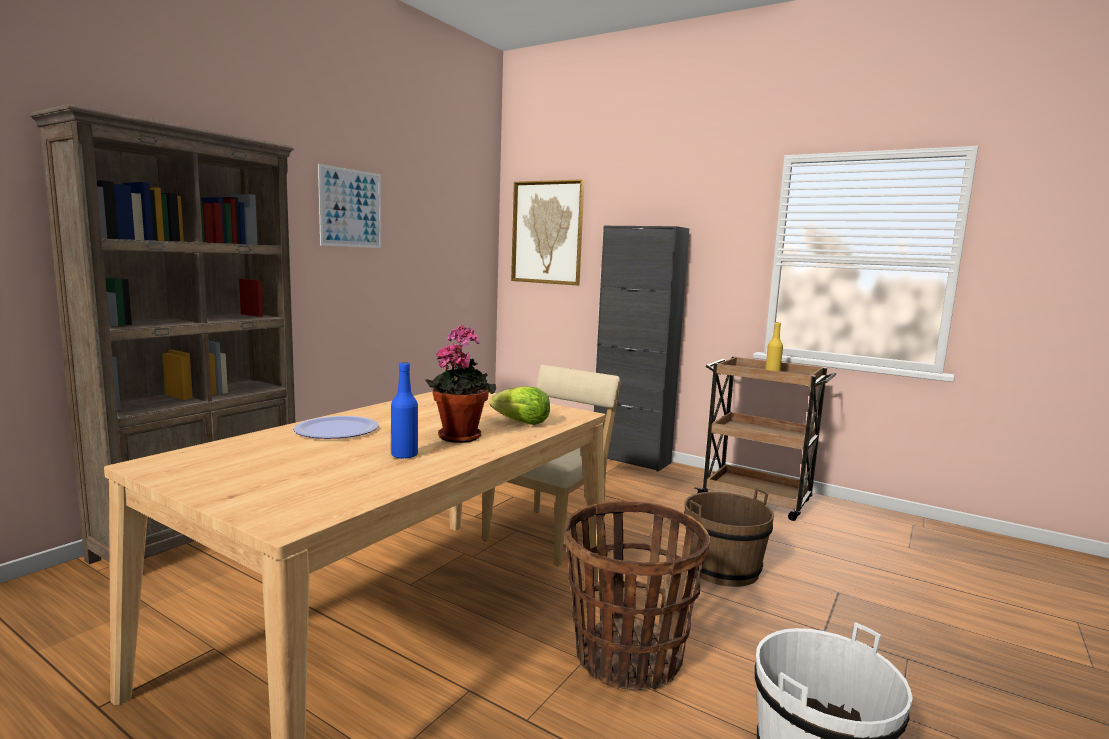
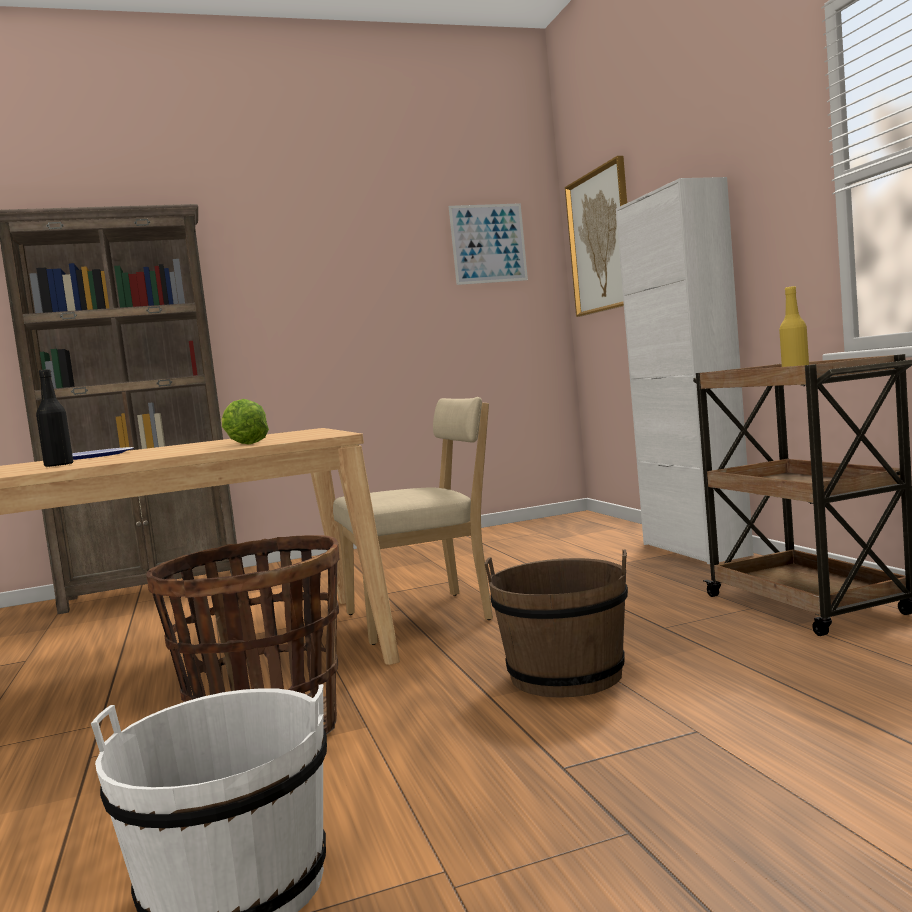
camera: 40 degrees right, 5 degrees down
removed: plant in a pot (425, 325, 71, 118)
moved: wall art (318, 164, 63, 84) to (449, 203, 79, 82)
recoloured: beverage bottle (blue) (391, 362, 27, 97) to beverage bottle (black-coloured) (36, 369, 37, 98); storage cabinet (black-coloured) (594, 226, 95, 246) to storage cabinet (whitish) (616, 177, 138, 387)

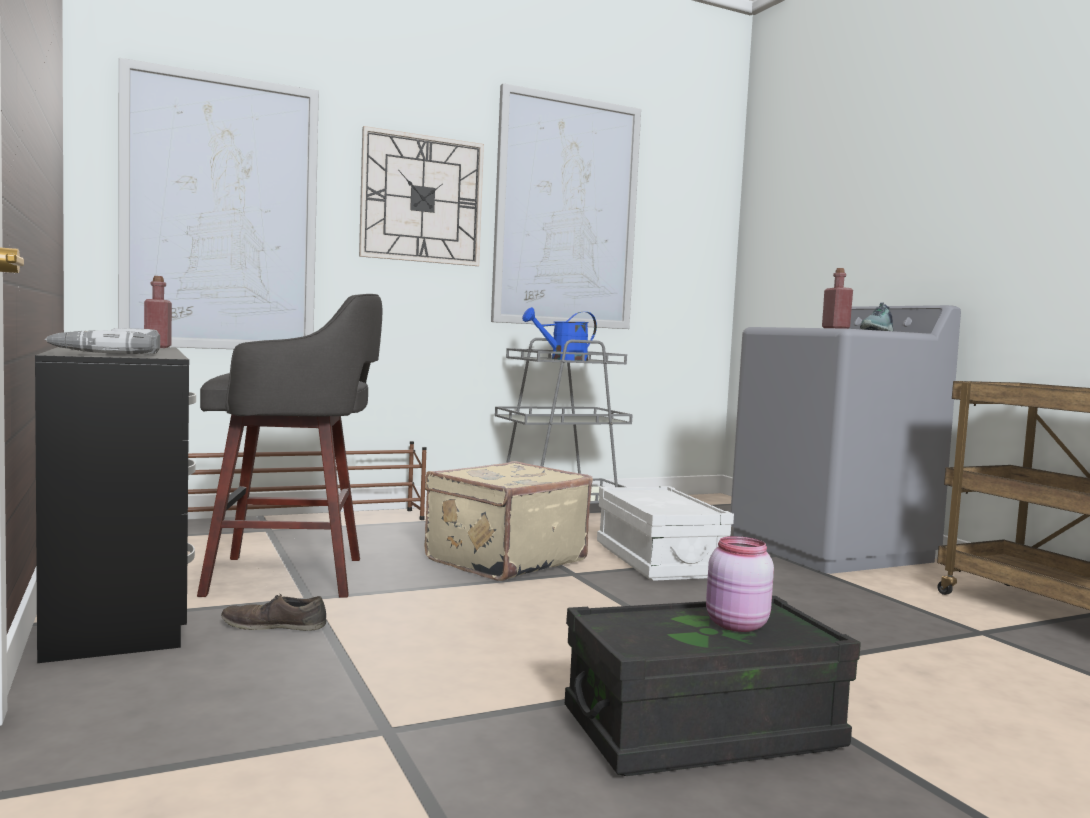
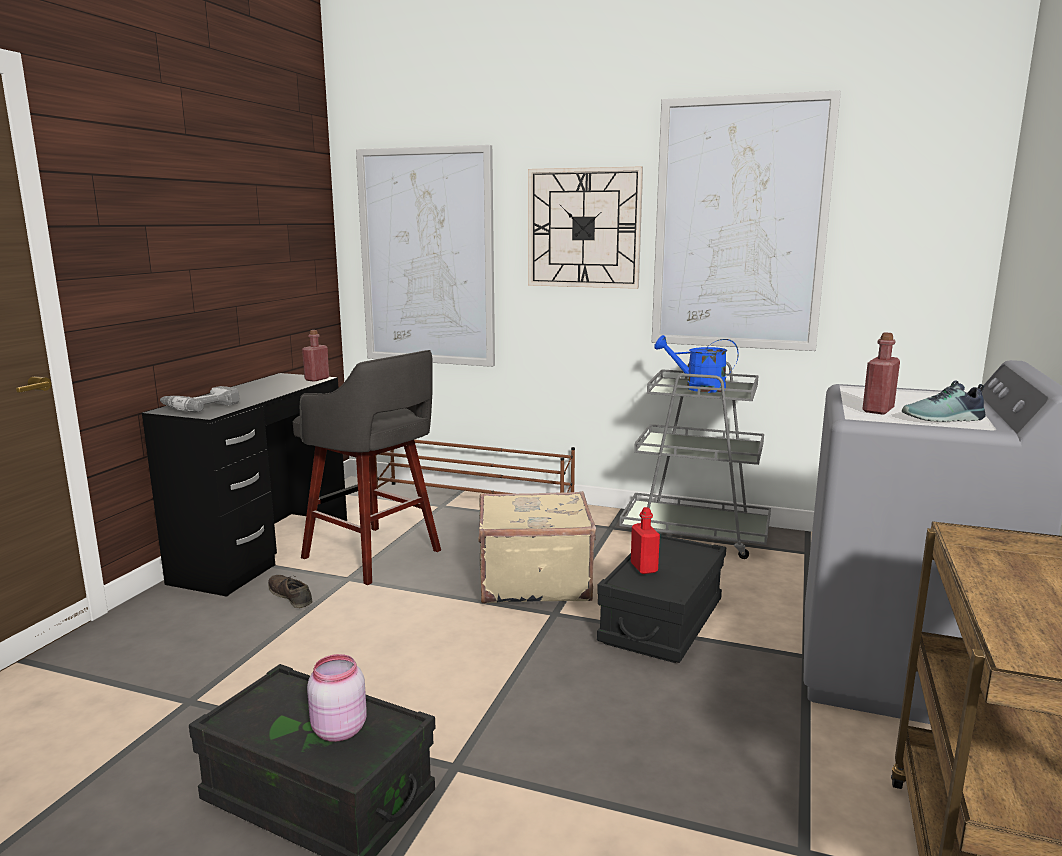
camera: 45 degrees right, 10 degrees up
added: beverage bottle (red-coloured) (631, 507, 29, 67)
recoloured: storage bin (whitish) (597, 486, 137, 95) to storage bin (black-coloured) (597, 534, 129, 129)

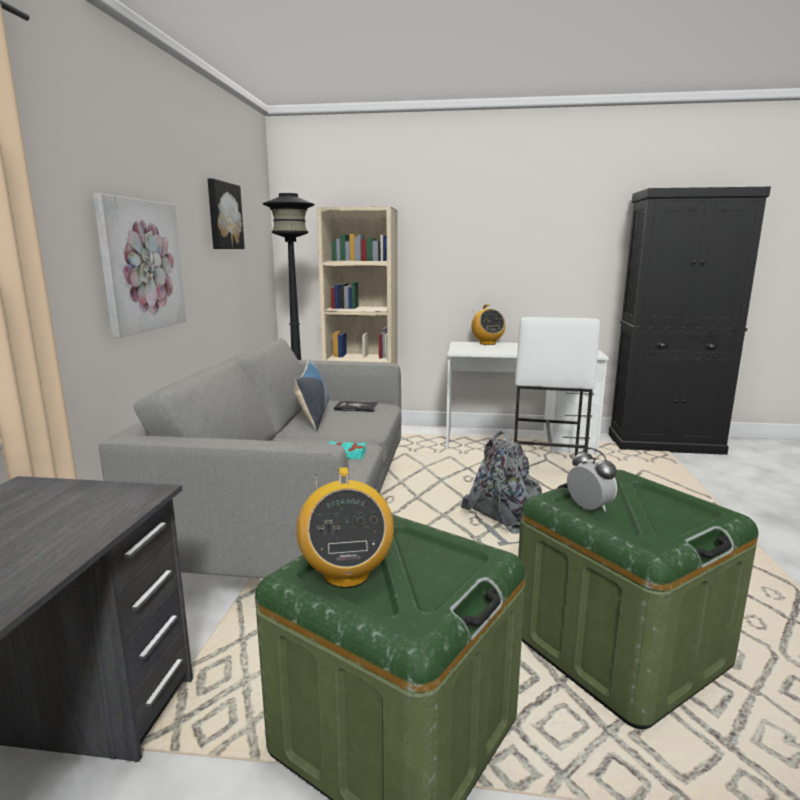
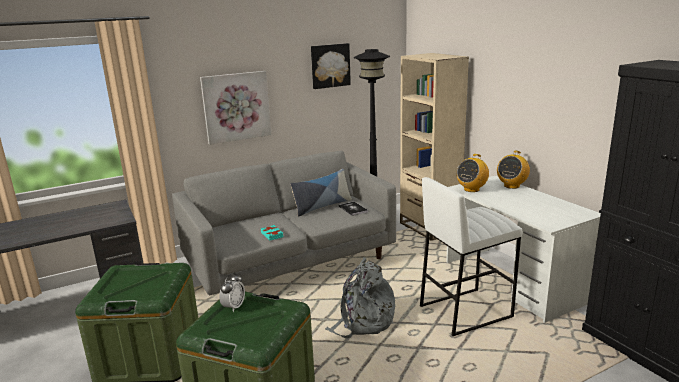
camera: 55 degrees right, 5 degrees up
moved: radio set (297, 467, 97, 121) to (456, 154, 33, 38)

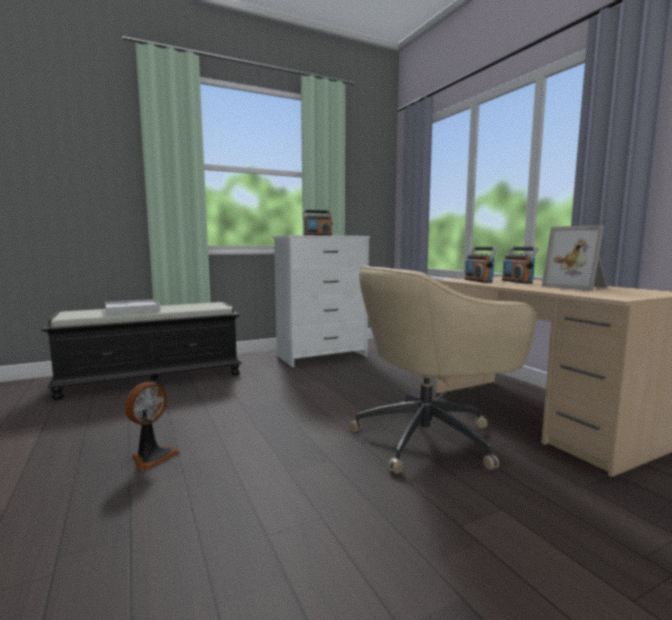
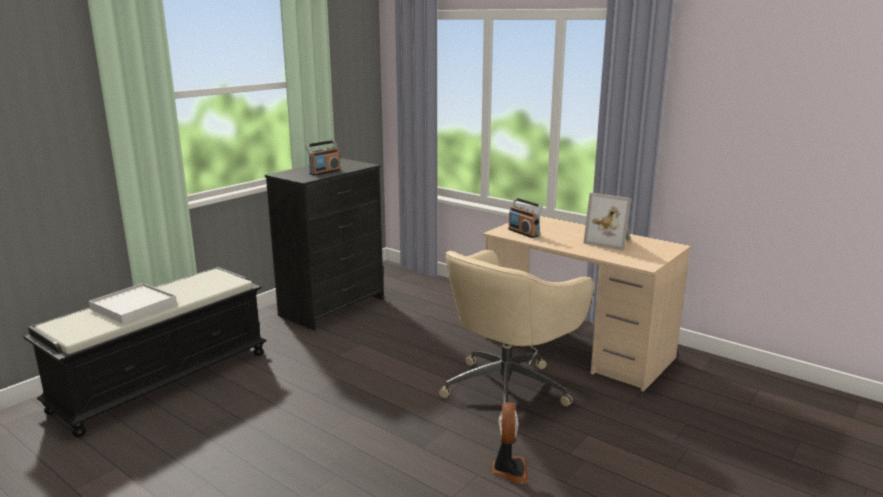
camera: 25 degrees left, 10 degrees up
removed: radio set (502, 247, 37, 37)
moved: electric fan (125, 382, 54, 89) to (492, 402, 36, 82)
recoloured: chest of drawers (whitish) (273, 235, 97, 132) to chest of drawers (black-coloured) (265, 158, 119, 173)

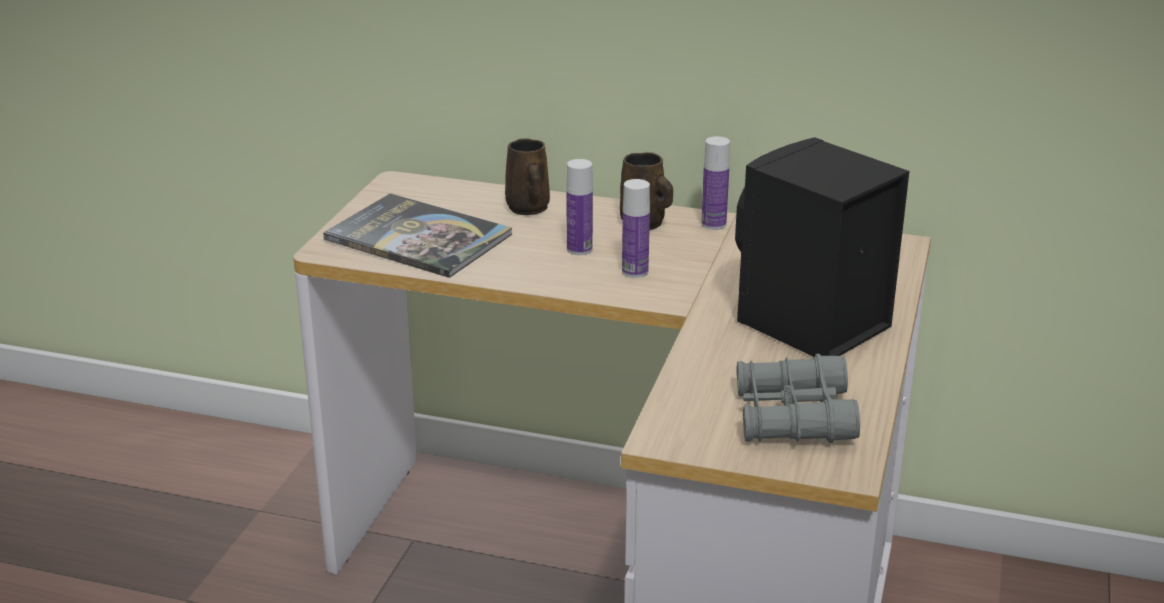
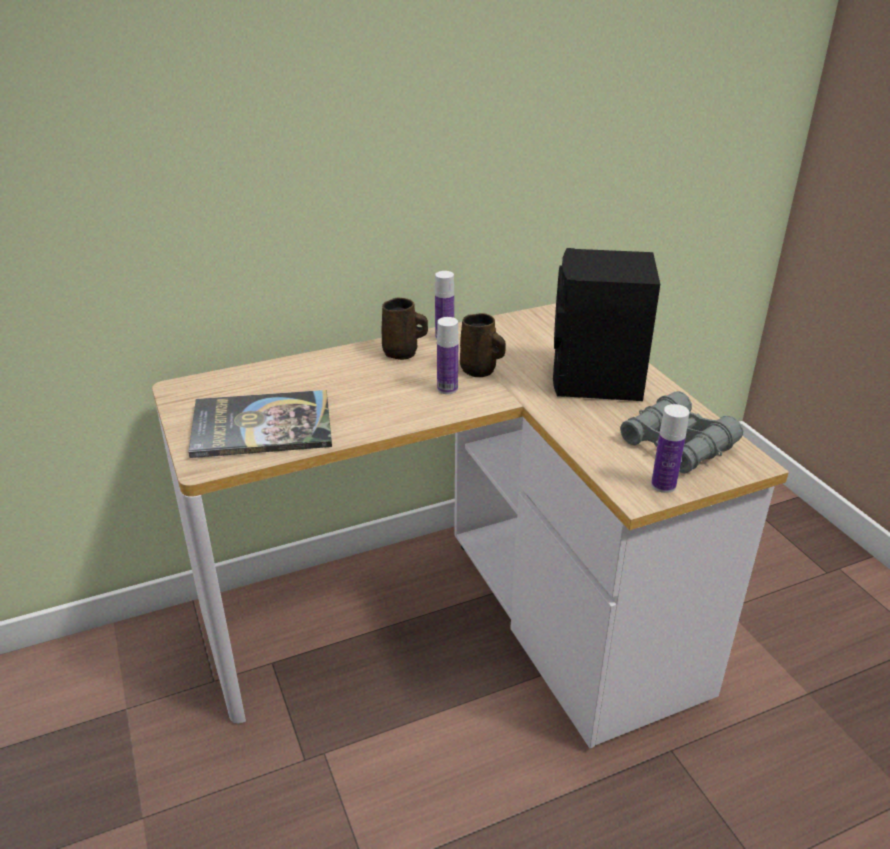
camera: 40 degrees left, 5 degrees up
moved: tea mug (brownish) (505, 138, 45, 77) to (460, 313, 46, 64); beverage bottle (566, 159, 27, 96) to (651, 404, 38, 89)

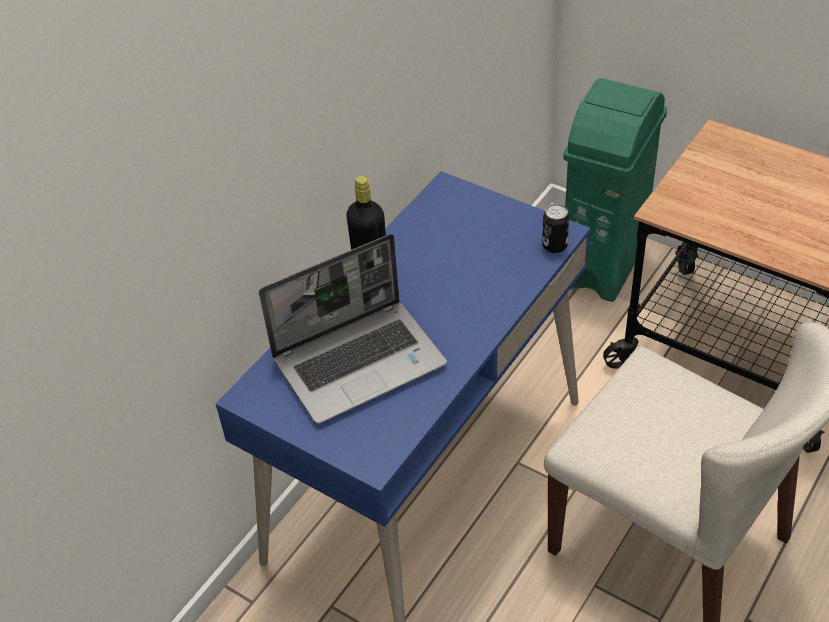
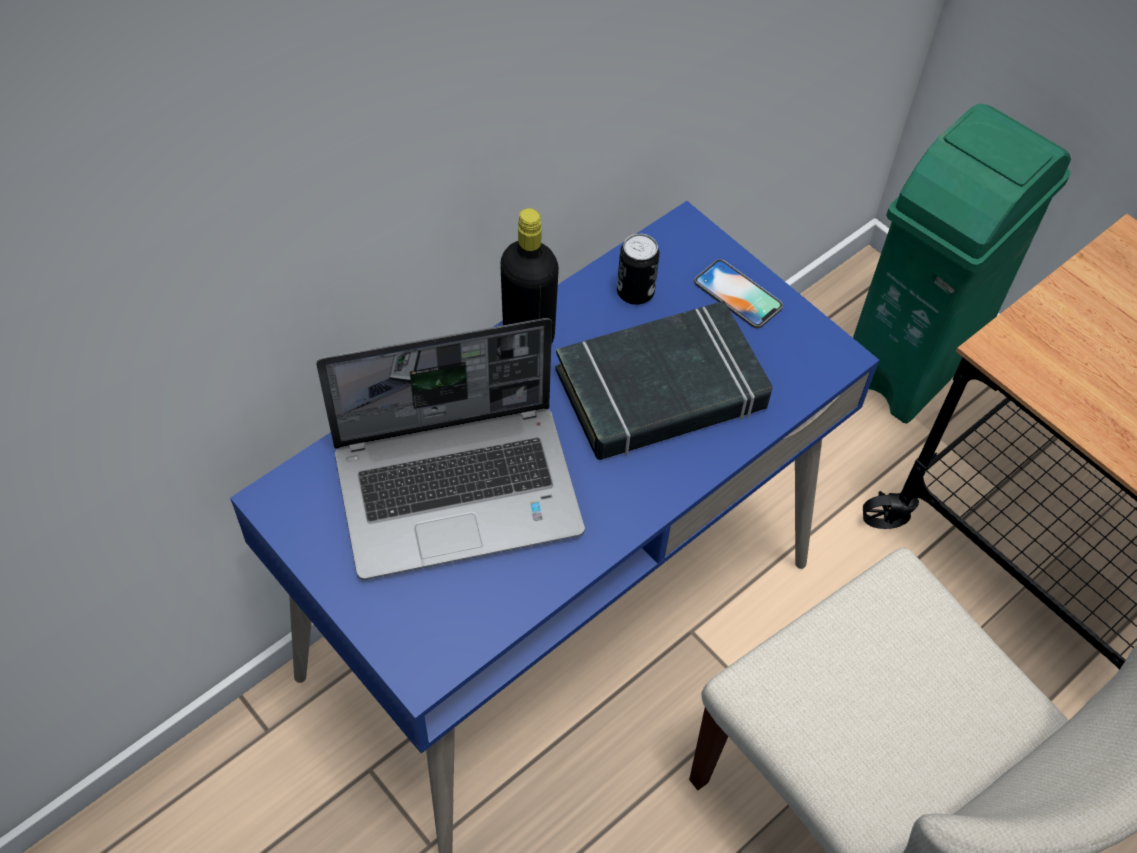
camera: 10 degrees right, 10 degrees up
added: book (black-coloured) (555, 301, 217, 159); telephone (694, 259, 89, 70)
moved: sealed can (542, 204, 27, 49) to (617, 233, 43, 72)

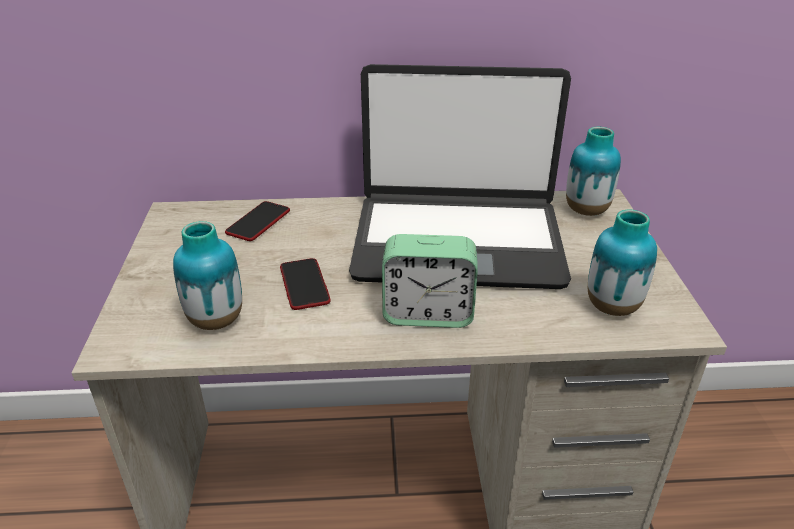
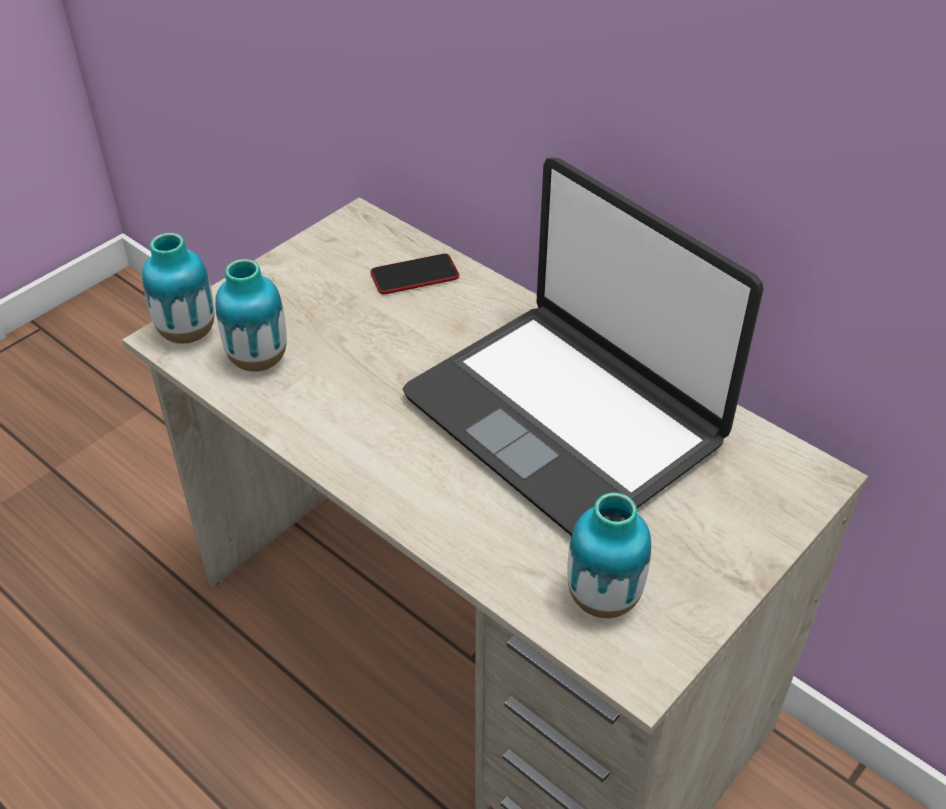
camera: 45 degrees right, 10 degrees up
removed: telephone (280, 258, 51, 52); alarm clock (382, 234, 96, 94)
moved: flower vase (566, 127, 55, 89) to (142, 233, 73, 111)

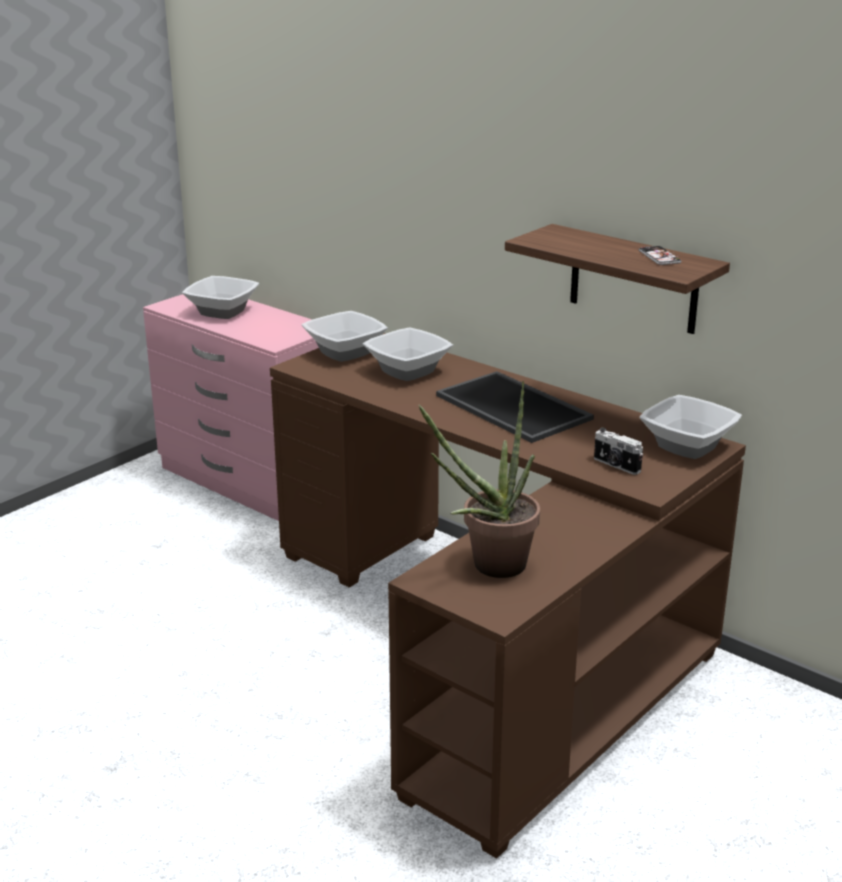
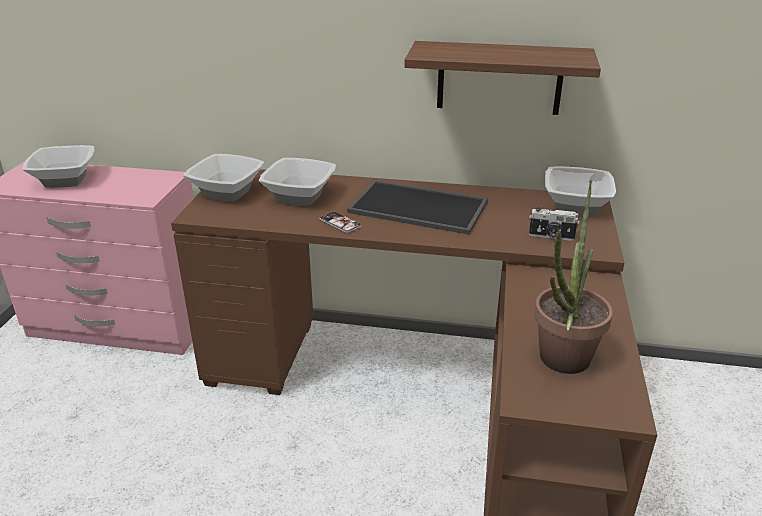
camera: 30 degrees left, 5 degrees up
moved: telephone (639, 245, 42, 20) to (319, 211, 43, 22)

